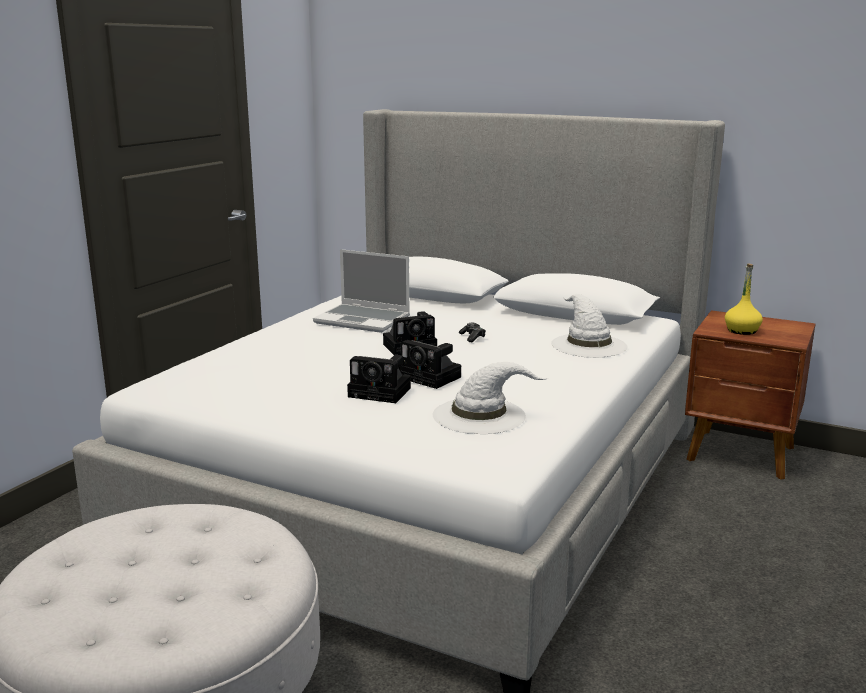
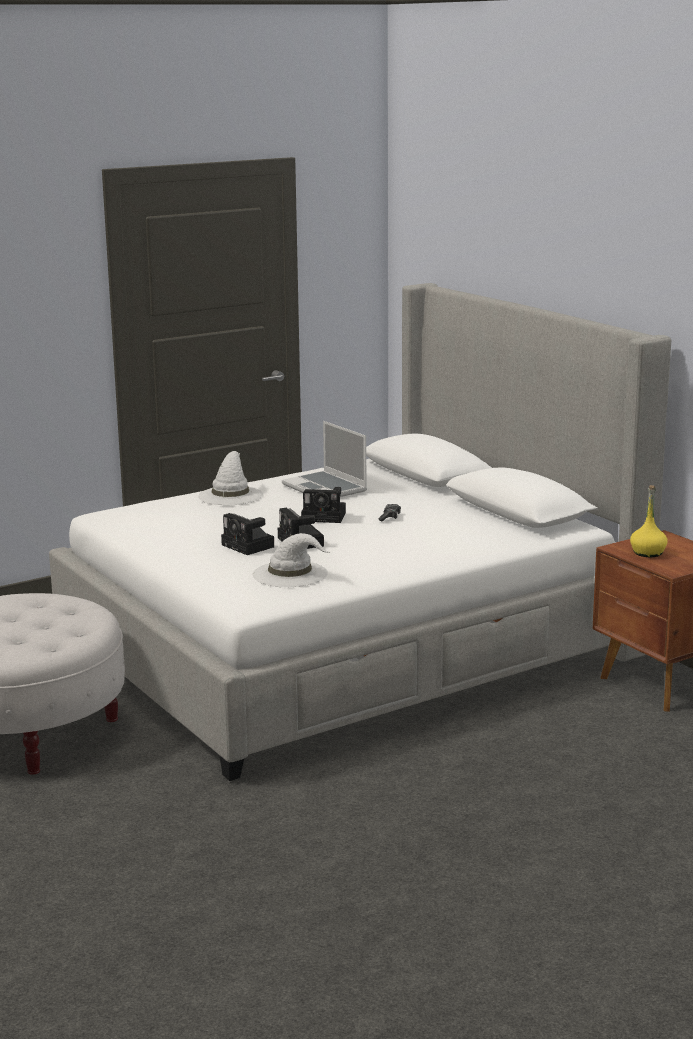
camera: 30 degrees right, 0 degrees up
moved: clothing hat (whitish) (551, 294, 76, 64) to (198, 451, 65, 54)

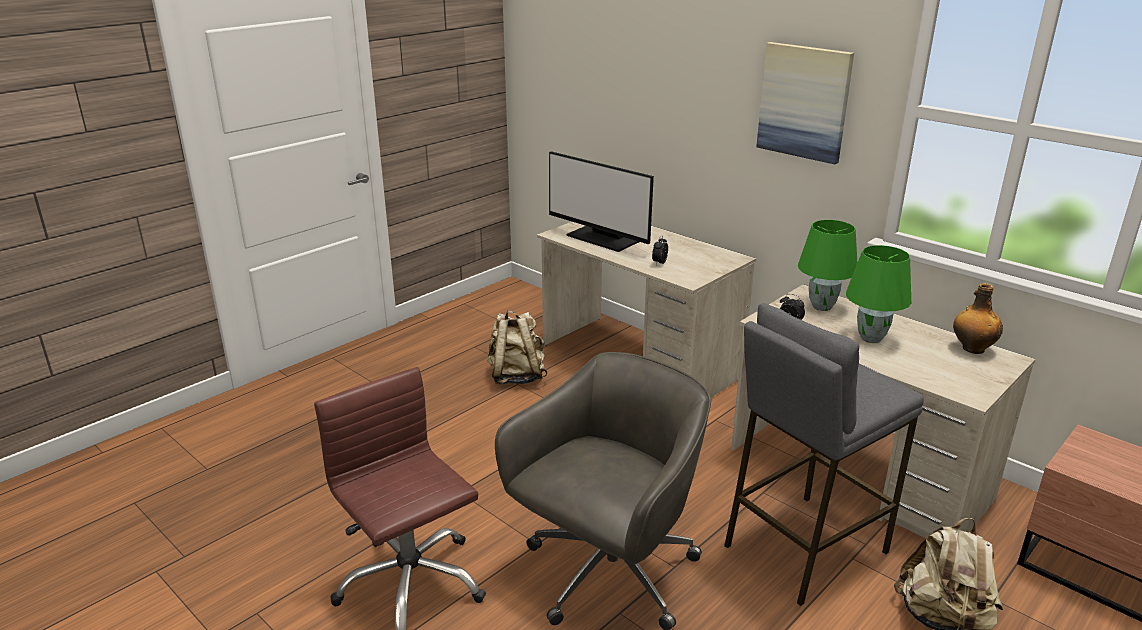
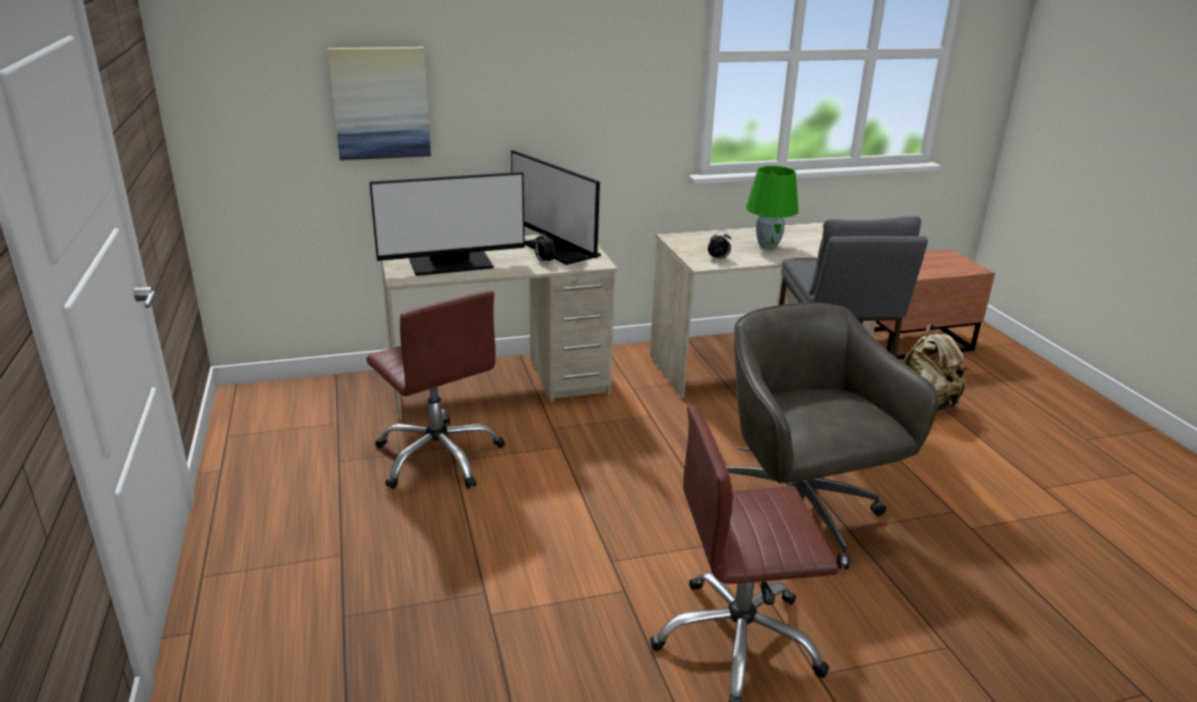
camera: 60 degrees left, 0 degrees up
removed: lamp for a table (green) (798, 220, 59, 91); beverage bottle (953, 283, 50, 71)
added: monitor (511, 150, 90, 115)
moved: wall art (756, 42, 98, 122) to (328, 47, 103, 113)
replaced: knapsack (beige) (487, 310, 61, 75) to desk chair (brownish) (366, 290, 139, 199)

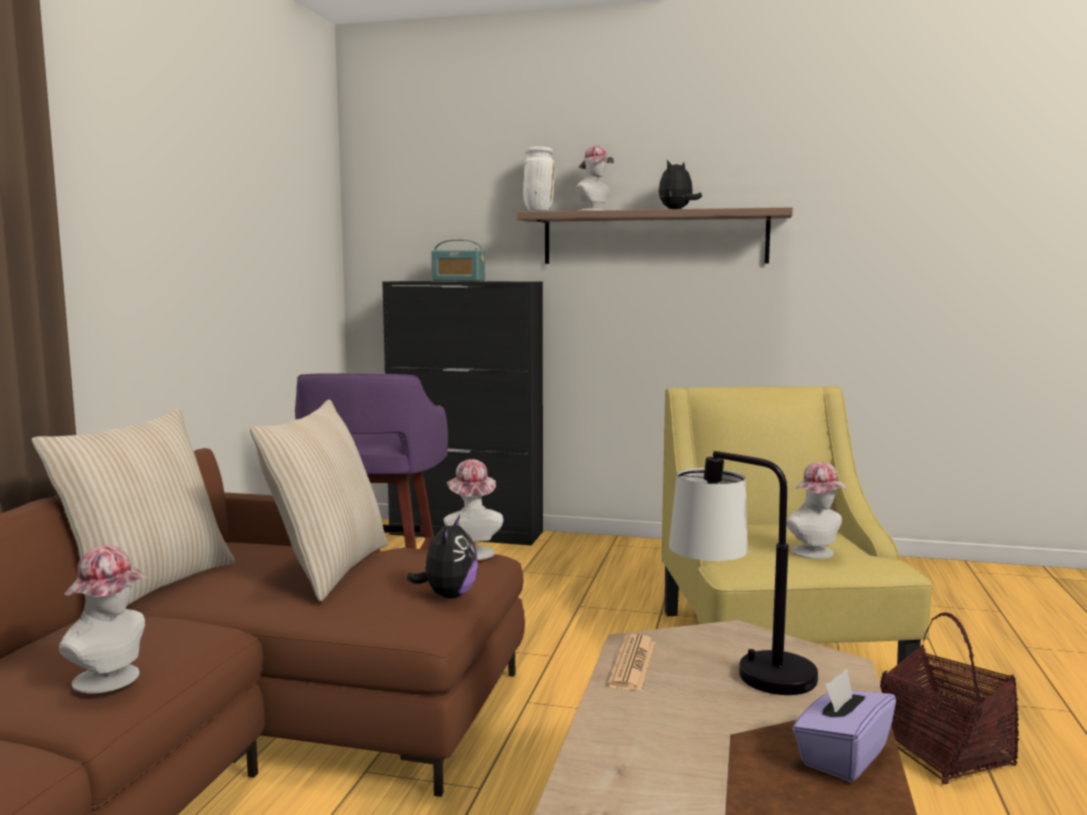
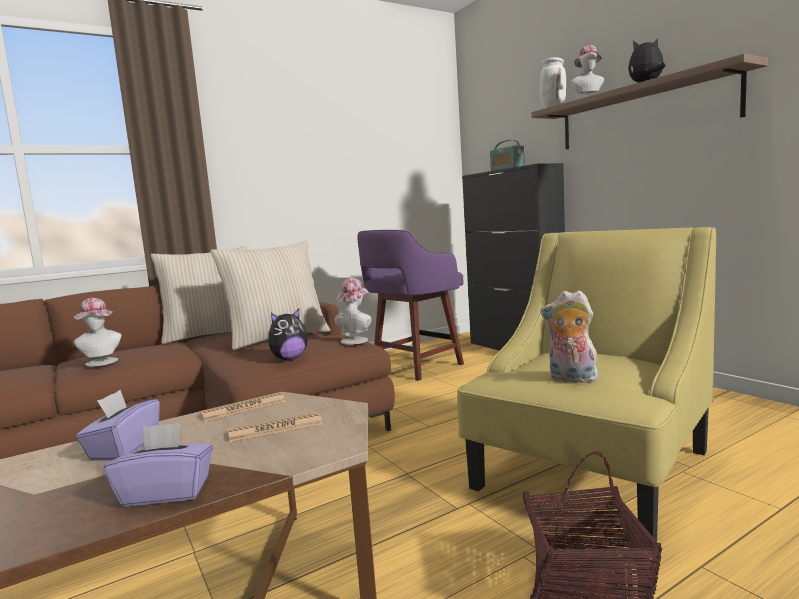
camera: 45 degrees right, 0 degrees up
added: tissue box (purplish) (75, 390, 85, 70)
replaced: lamp for a table (669, 451, 149, 244) to daily paper (228, 412, 95, 31); clothing hat (786, 462, 61, 97) to soft toy (541, 290, 59, 93)

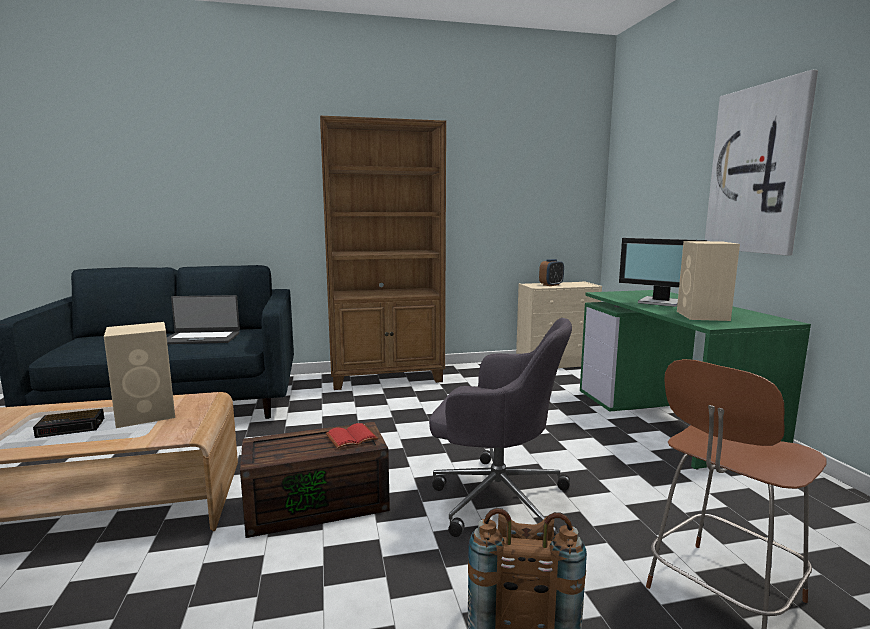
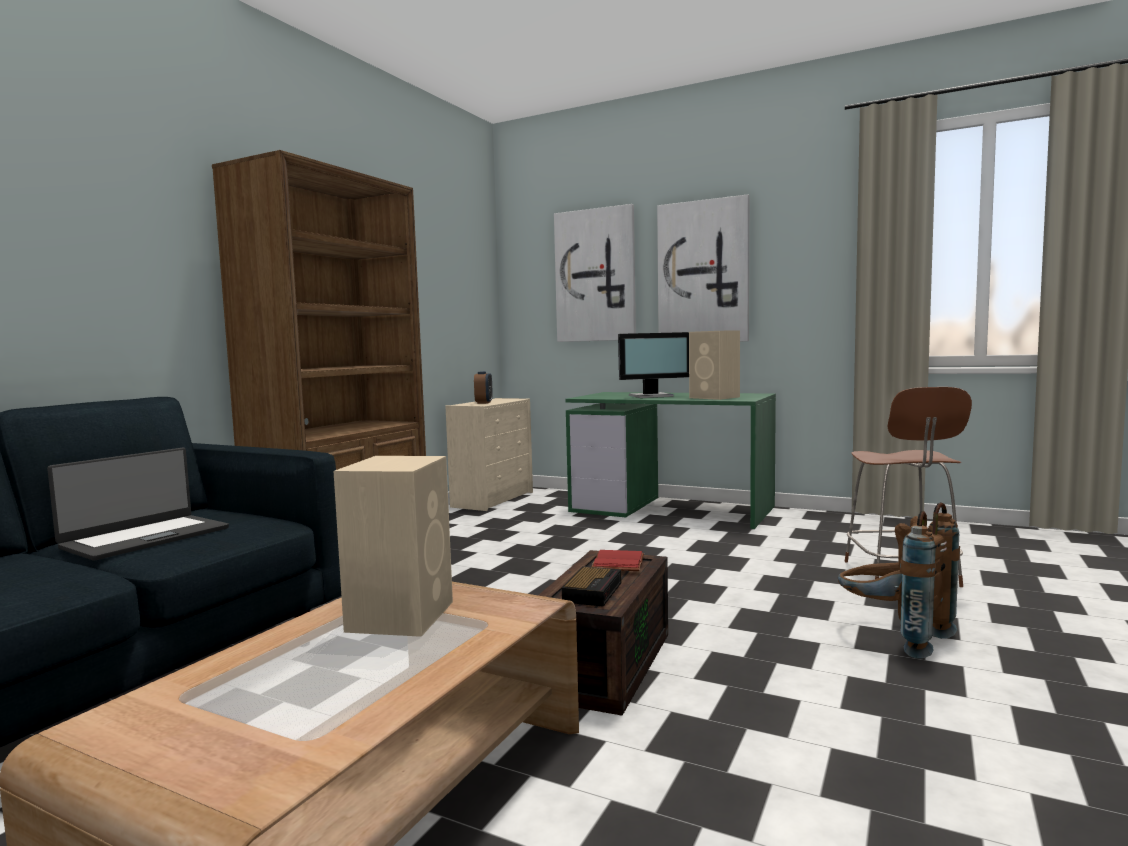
camera: 50 degrees left, 5 degrees down
removed: desk chair (grey) (429, 318, 143, 219)
added: wall art (554, 204, 82, 138)
moved: alarm clock (33, 409, 71, 29) to (562, 566, 59, 41)

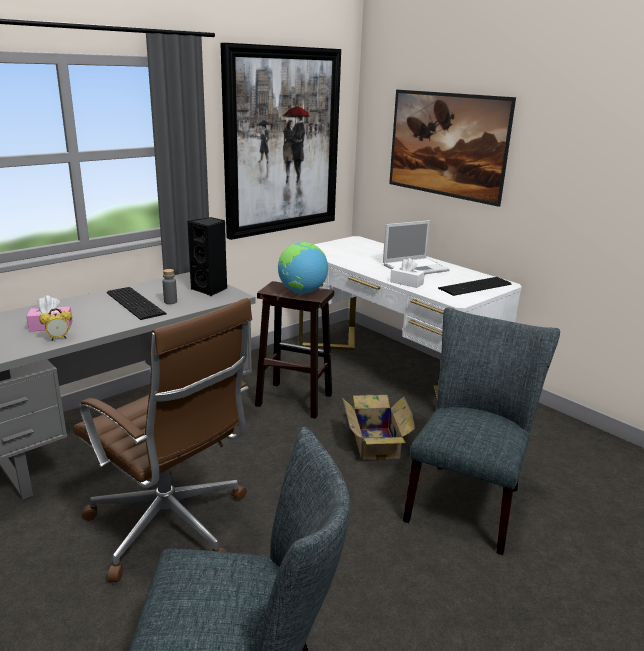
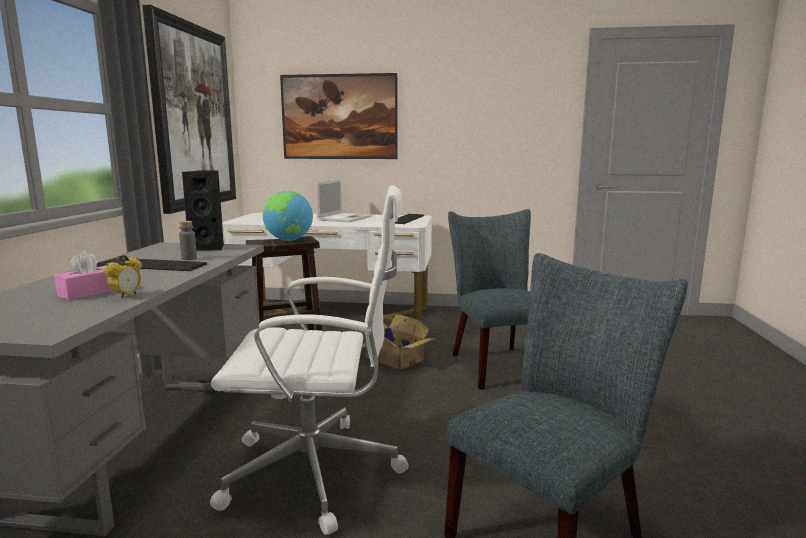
camera: 40 degrees left, 10 degrees down
removed: tissue box (whitish) (390, 258, 35, 30)
recoloured: desk chair (brownish) (73, 298, 179, 284) to desk chair (whitish) (210, 185, 199, 350)

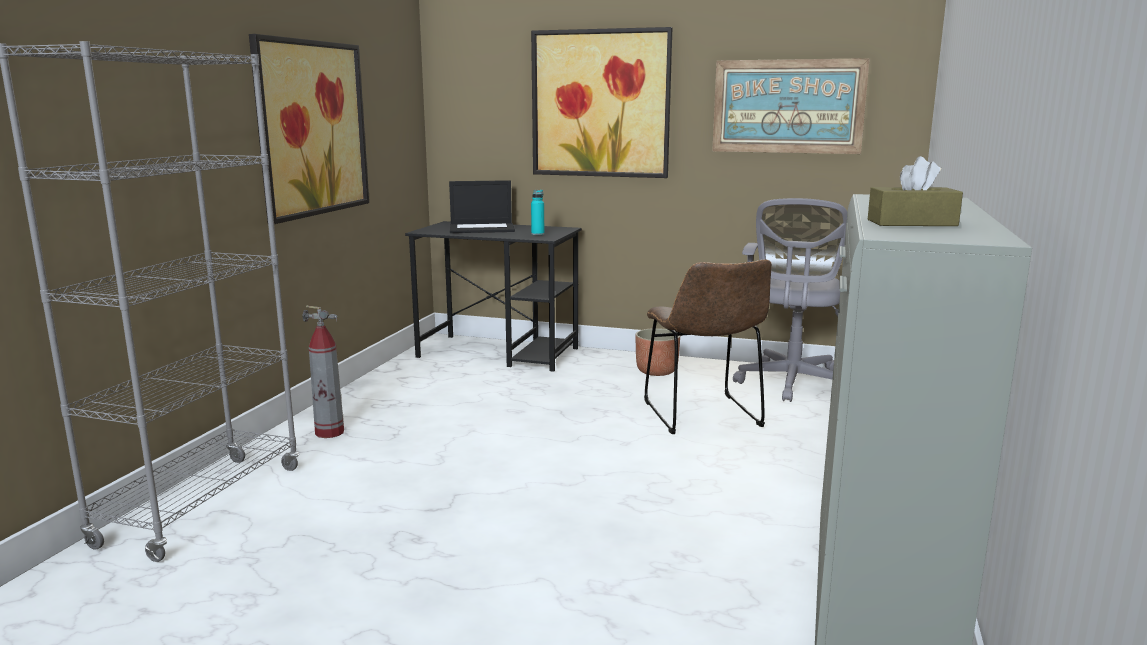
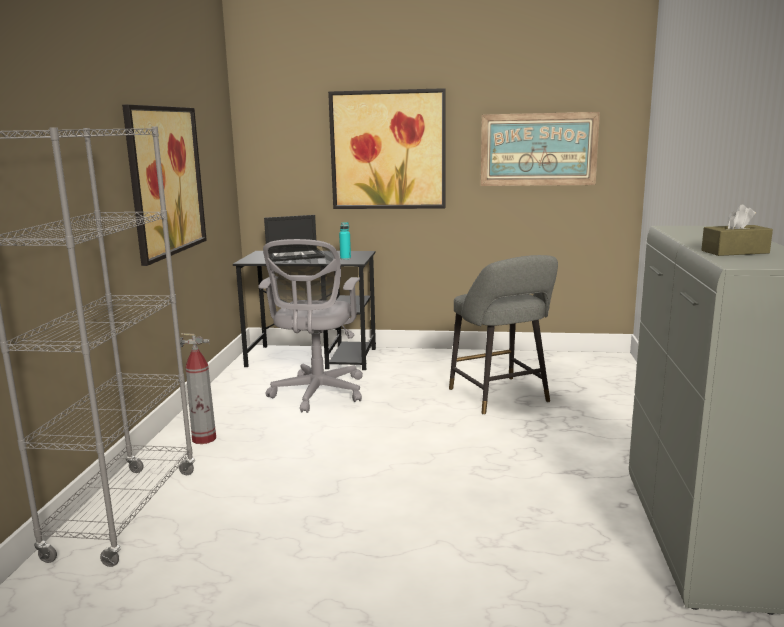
camera: 10 degrees left, 0 degrees up
removed: plant pot (636, 328, 44, 48)
moved: desk chair (grey) (733, 198, 114, 204) to (258, 239, 105, 174)
replaced: plain chair (brownish) (644, 259, 128, 175) to stool seat (grey) (449, 255, 109, 160)

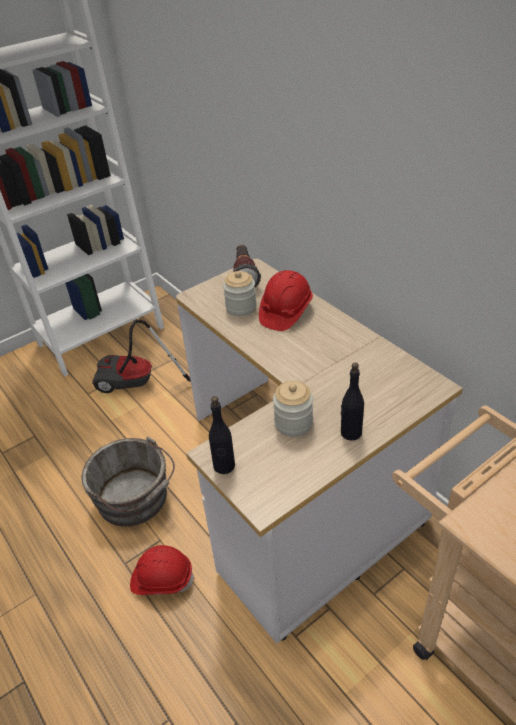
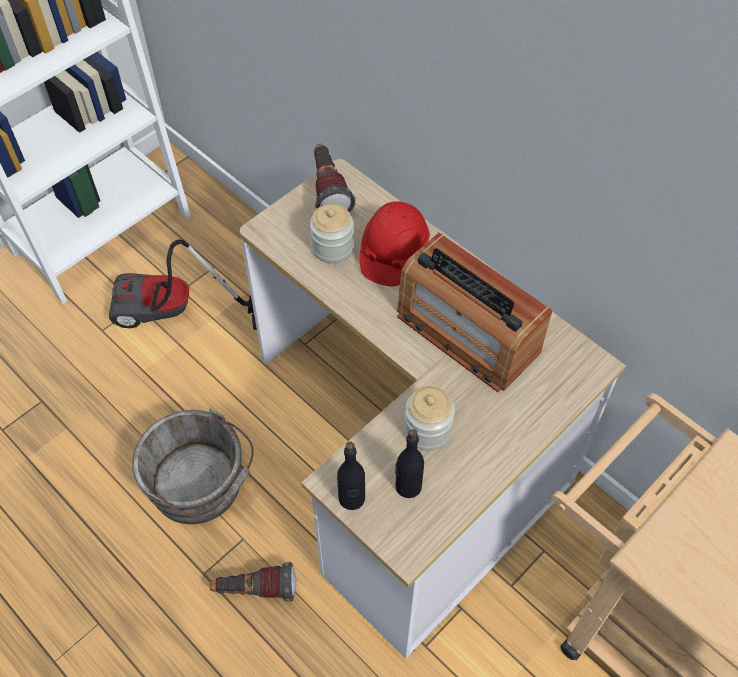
camera: 10 degrees left, 15 degrees up
added: radio set (397, 233, 156, 159)
moved: beverage bottle (black-coloured) (341, 363, 23, 78) to (395, 429, 29, 69)
replaced: hard hat (red-coloured) (130, 545, 65, 50) to hand torch (209, 562, 88, 40)

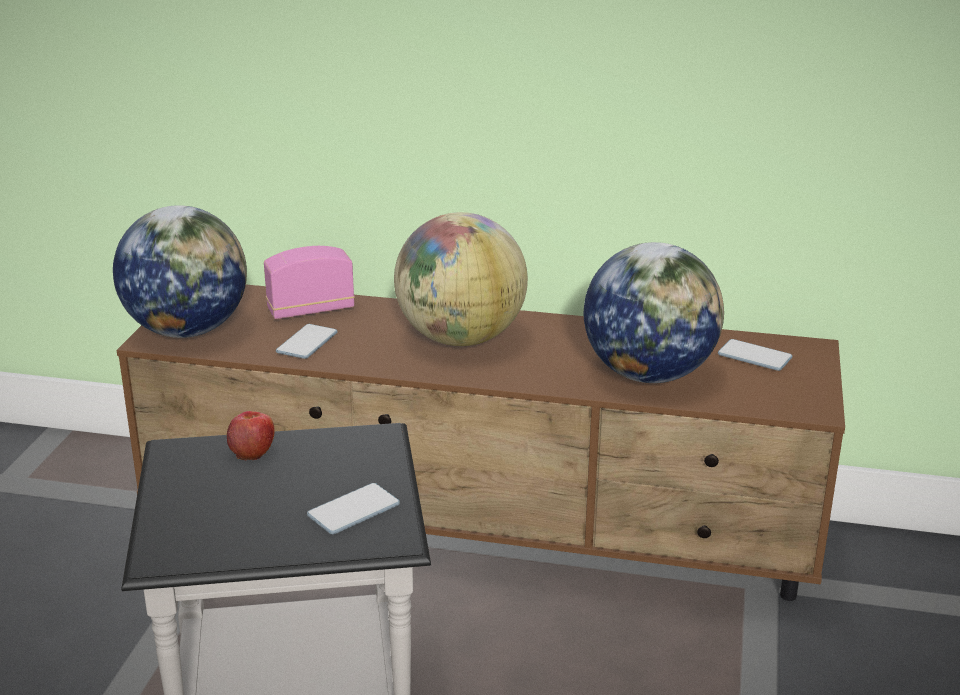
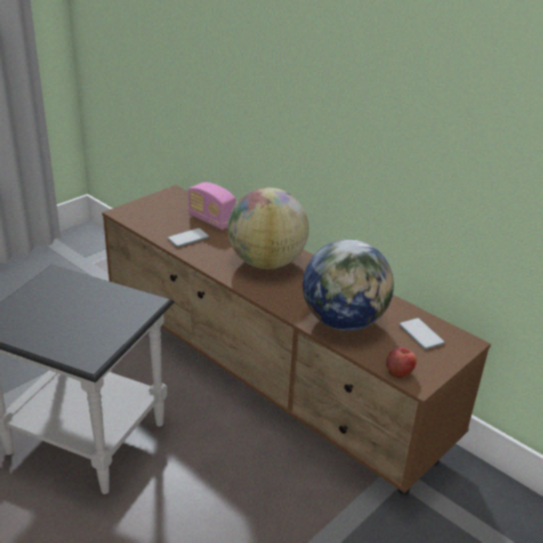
camera: 30 degrees right, 5 degrees up
removed: world globe (113, 205, 134, 133); telephone (307, 483, 93, 51)
moved: apple fruit (227, 411, 48, 49) to (386, 348, 31, 30)
turned: radio set (264, 246, 91, 73) = (188, 182, 48, 48) 150 degrees counterclockwise

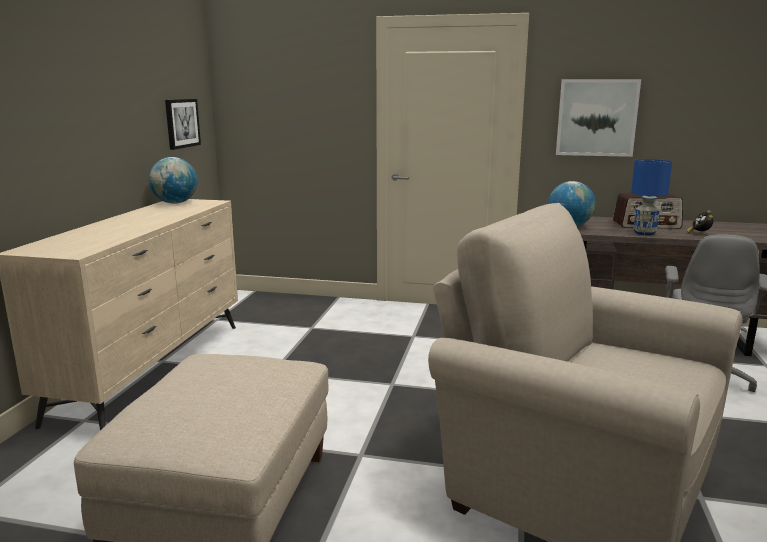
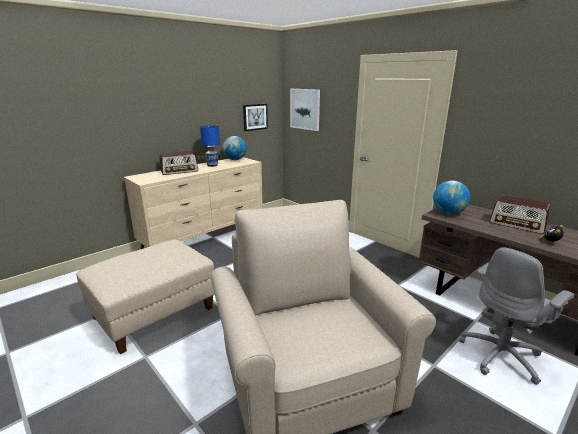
camera: 35 degrees right, 5 degrees up
added: radio set (160, 151, 38, 24)
moved: lamp for a table (blue) (631, 159, 41, 76) to (200, 126, 20, 41); wall art (556, 79, 85, 78) to (290, 89, 30, 42)

